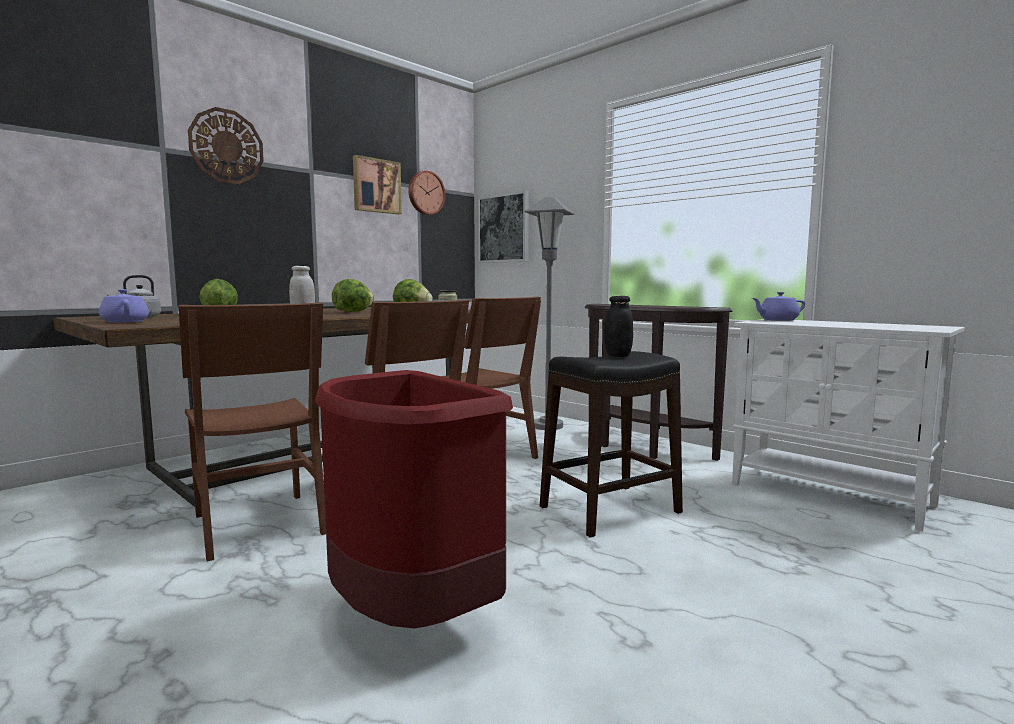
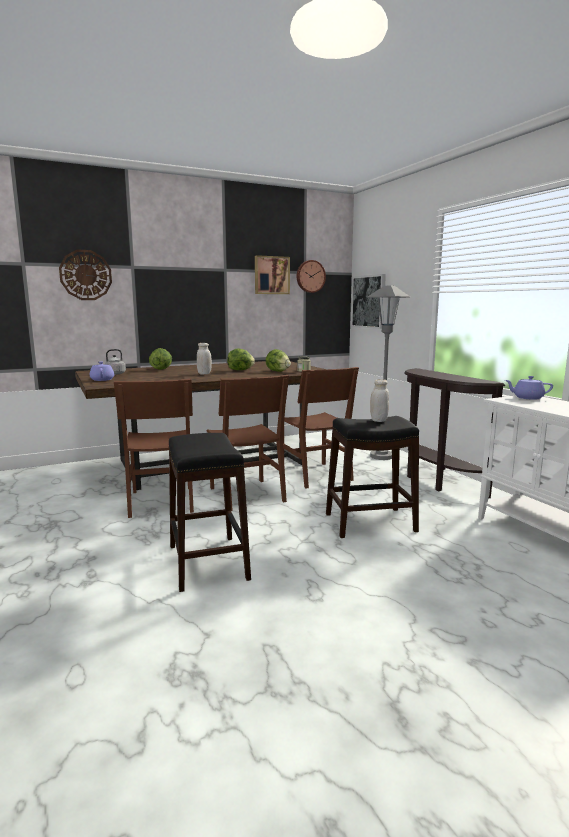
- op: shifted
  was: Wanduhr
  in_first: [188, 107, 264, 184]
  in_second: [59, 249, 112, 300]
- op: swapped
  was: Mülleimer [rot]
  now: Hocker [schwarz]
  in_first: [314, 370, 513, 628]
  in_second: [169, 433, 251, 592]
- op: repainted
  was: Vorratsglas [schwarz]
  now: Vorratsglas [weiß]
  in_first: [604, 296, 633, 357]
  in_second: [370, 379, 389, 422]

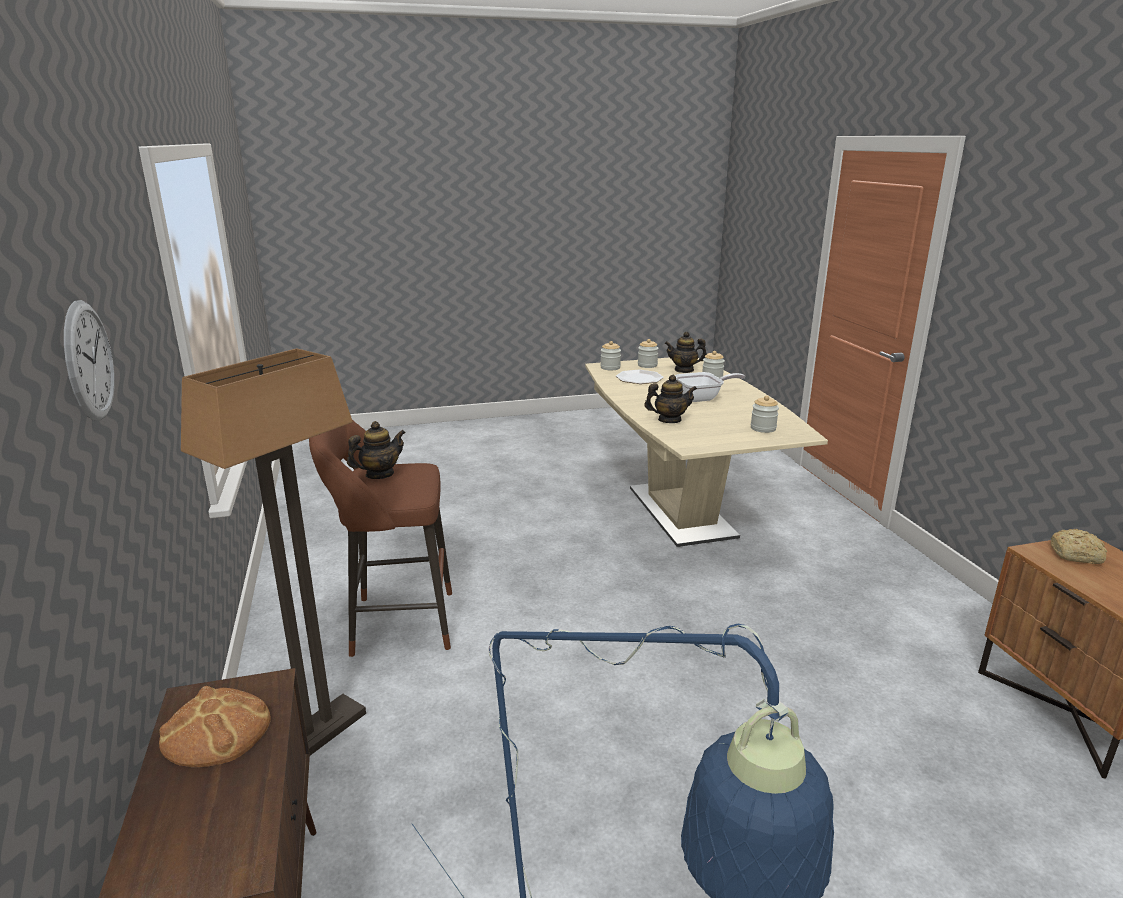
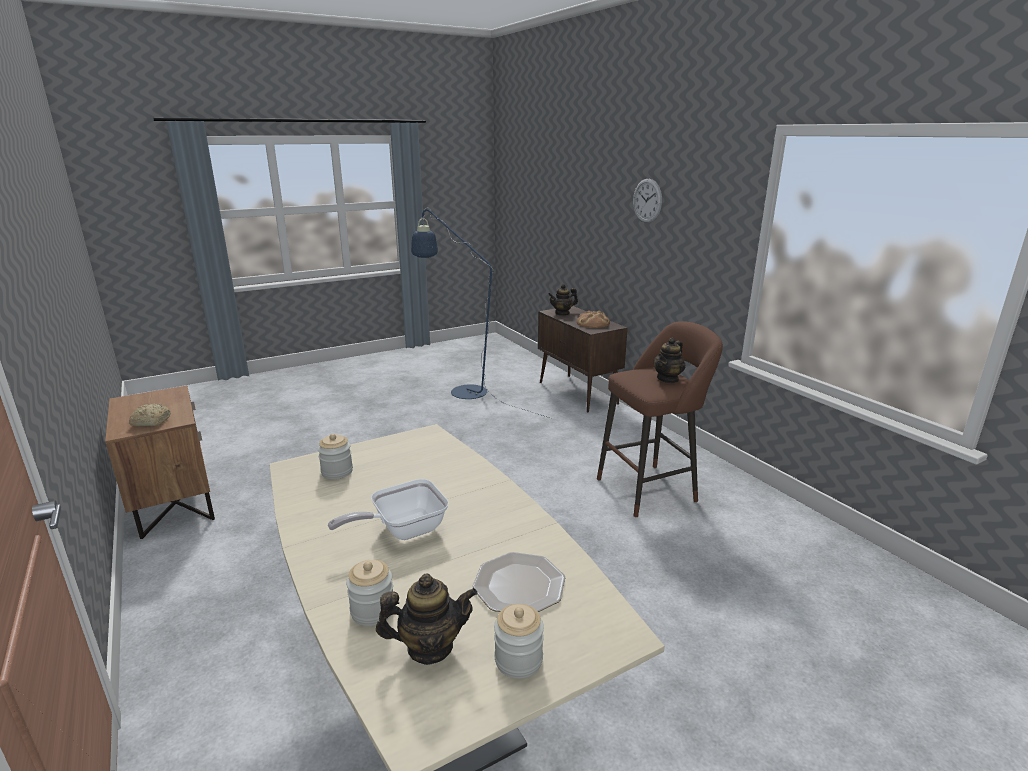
- op: gone
  was: Stehlampe
  in_first: [181, 348, 366, 755]
- op: gone
  was: Vorratsglas
  in_first: [600, 341, 621, 370]
- op: shifted
  was: Teekanne
  in_first: [644, 375, 697, 423]
  in_second: [548, 284, 578, 316]

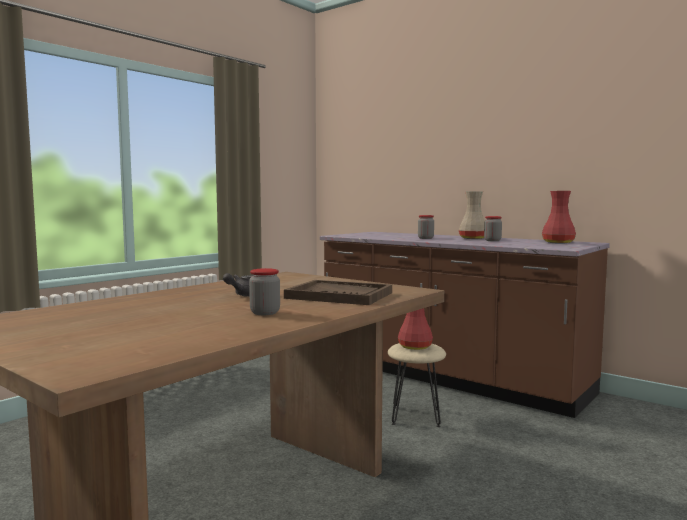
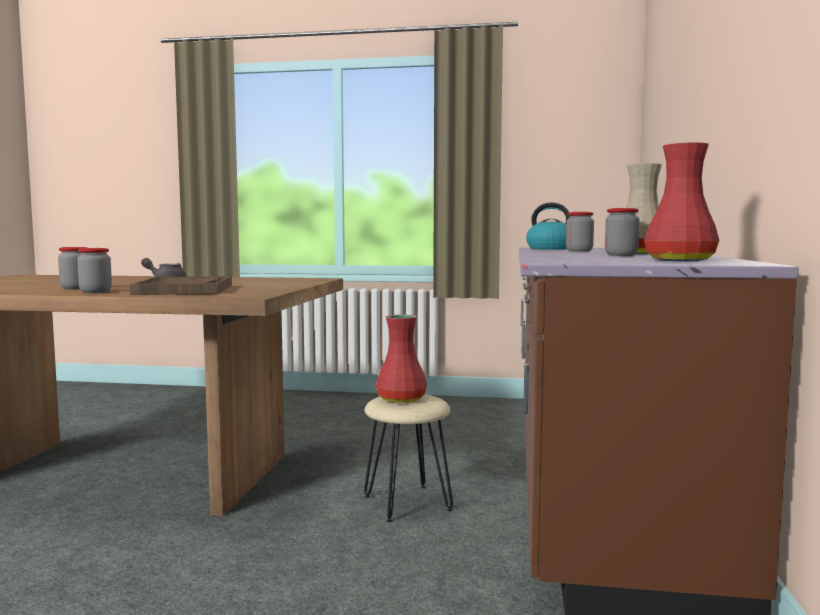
- op: new
  now: Vorratsglas
  in_second: [77, 248, 112, 293]
- op: new
  now: Wasserkessel
  in_second: [526, 203, 570, 250]

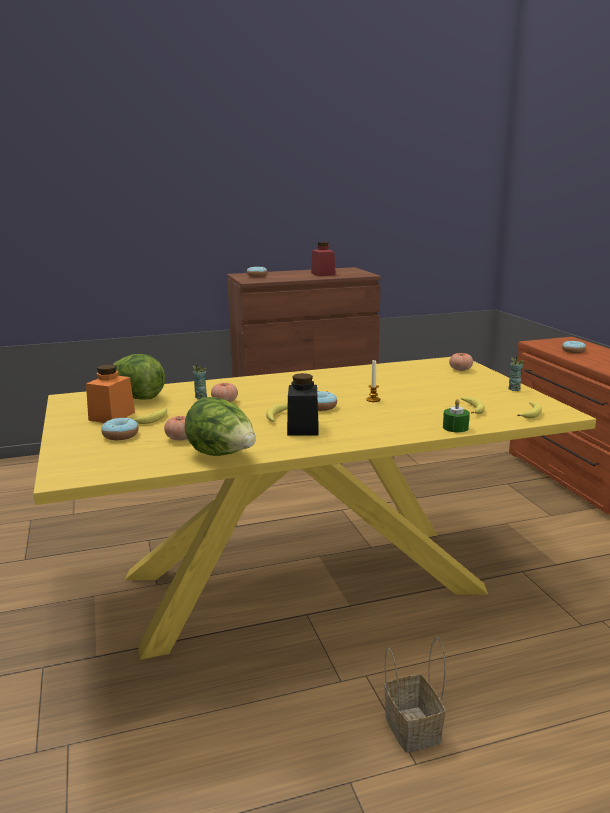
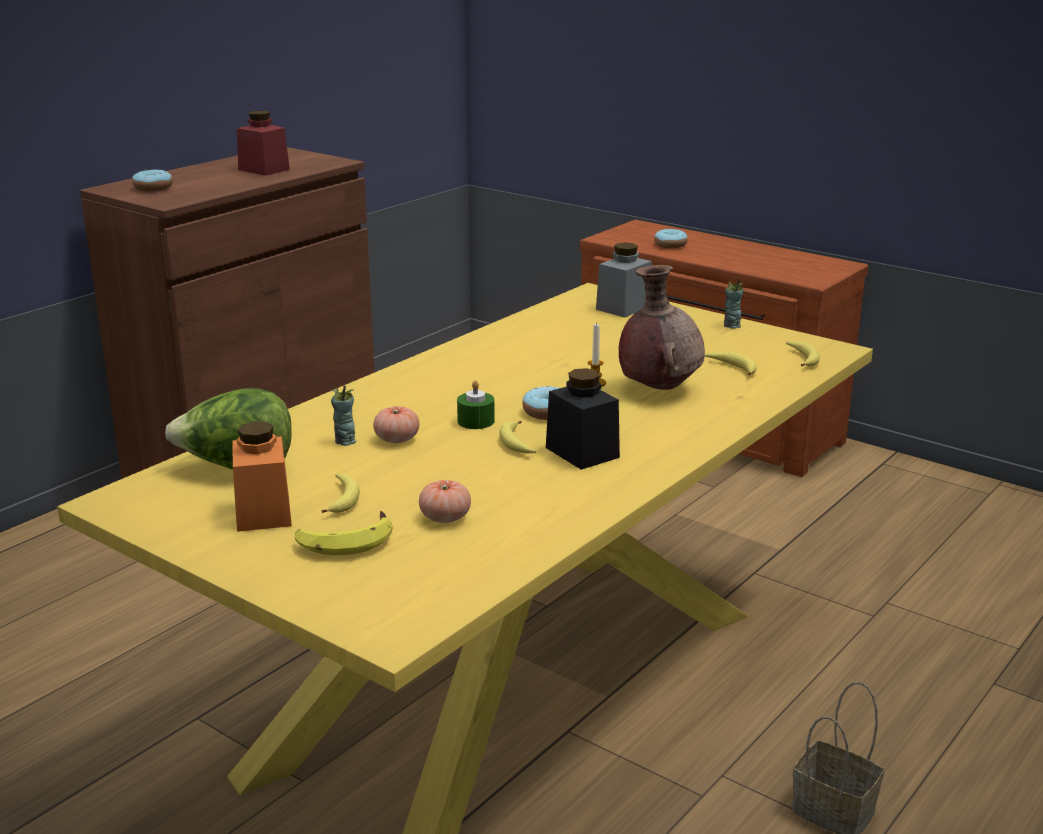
- op: gone
  was: Salatkopf
  in_first: [185, 397, 256, 456]
- op: new
  now: Vase [braun]
  in_second: [619, 265, 705, 390]
- op: shifted
  was: Kerze [grün]
  in_first: [443, 399, 470, 432]
  in_second: [457, 380, 495, 429]
- op: swapped
  was: Donut
  now: Banane
  in_first: [101, 418, 139, 440]
  in_second: [295, 511, 392, 555]
- op: swapped
  was: Tomate
  now: Vorratsglas [grau]
  in_first: [449, 353, 473, 371]
  in_second: [596, 242, 652, 318]

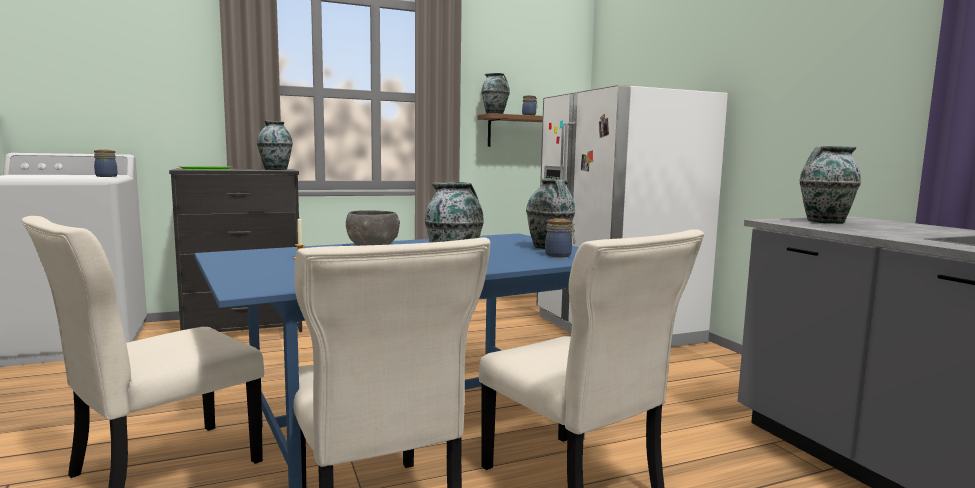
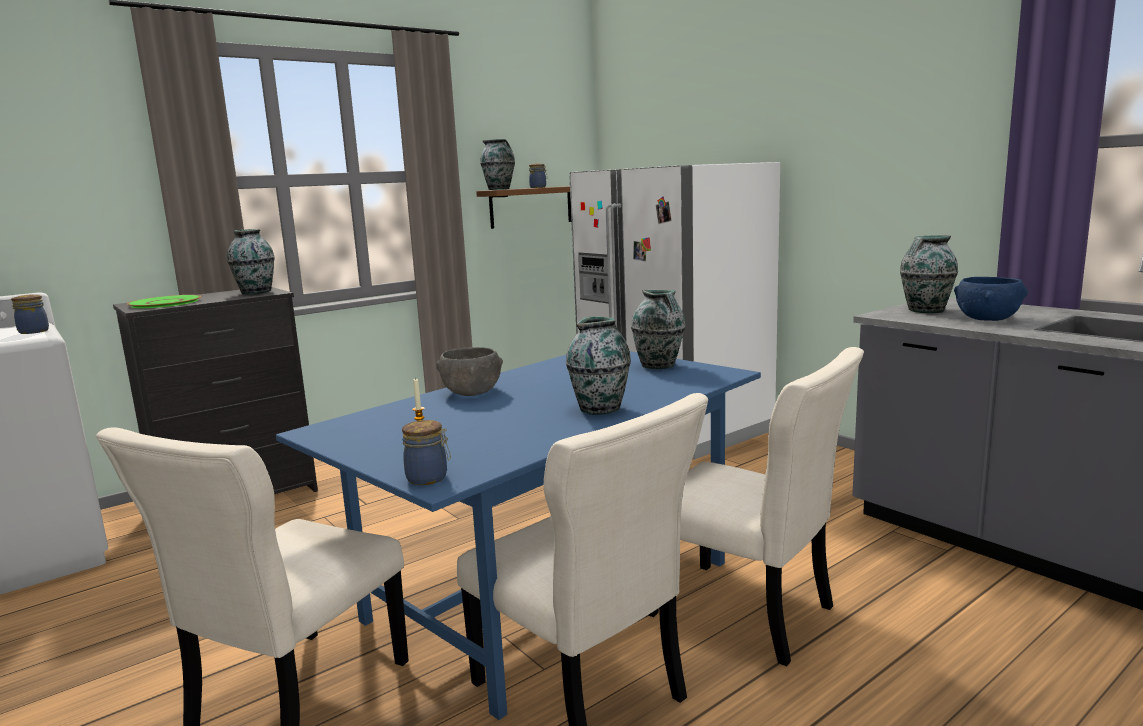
- op: new
  now: Schüssel [blau]
  in_second: [954, 277, 1028, 321]
- op: shifted
  was: Vorratsglas
  in_first: [545, 218, 575, 258]
  in_second: [402, 420, 451, 485]

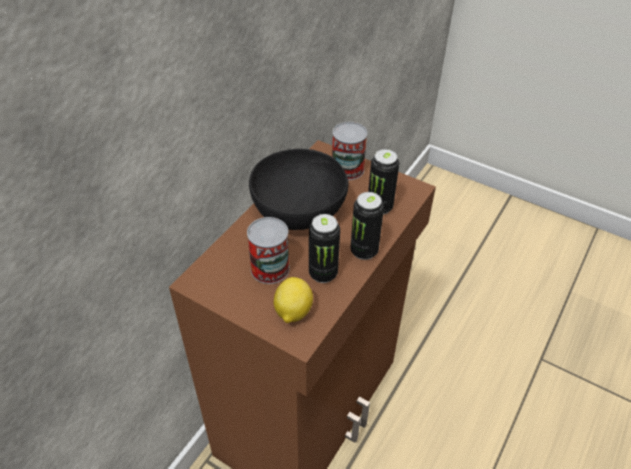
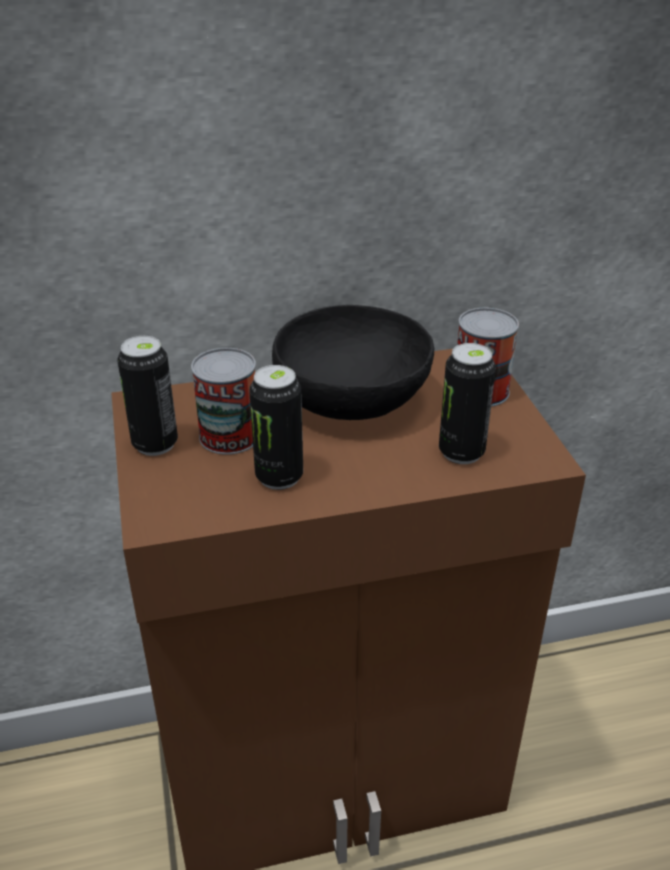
- op: gone
  was: Zitrone
  in_first: [274, 277, 313, 323]
- op: shifted
  was: Dose
  in_first: [350, 192, 384, 260]
  in_second: [117, 336, 178, 456]

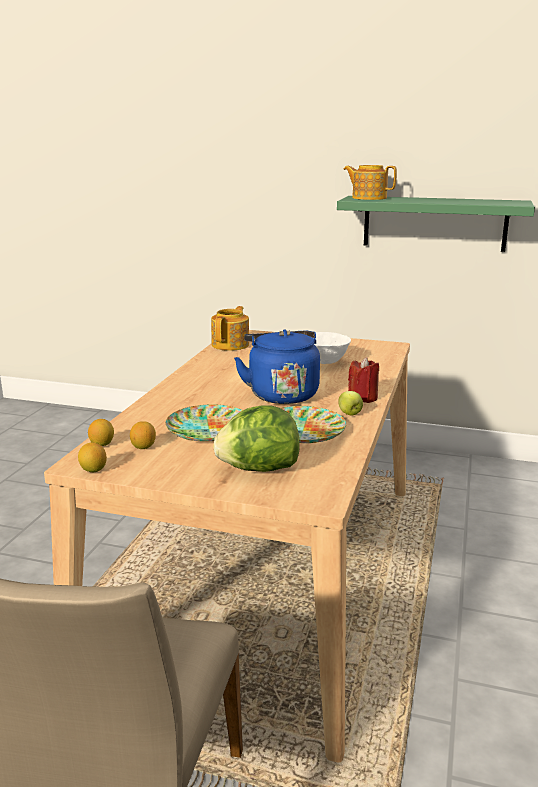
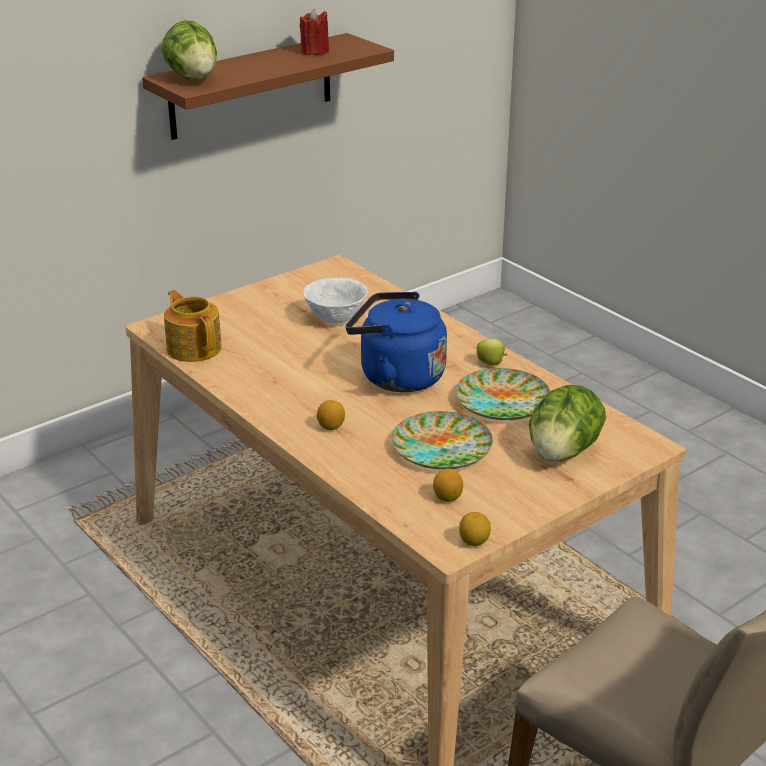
- op: shifted
  was: Zitrone
  in_first: [88, 419, 114, 446]
  in_second: [317, 400, 345, 430]
- op: shifted
  was: Kerze [rot]
  in_first: [348, 357, 379, 403]
  in_second: [300, 9, 329, 55]
- op: swapped
  was: Teekanne
  now: Salatkopf
  in_first: [343, 165, 397, 200]
  in_second: [161, 20, 217, 81]
- op: repainted
  was: Wandregal [grün]
  now: Wandregal [braun]
  in_first: [337, 196, 535, 252]
  in_second: [142, 33, 394, 140]

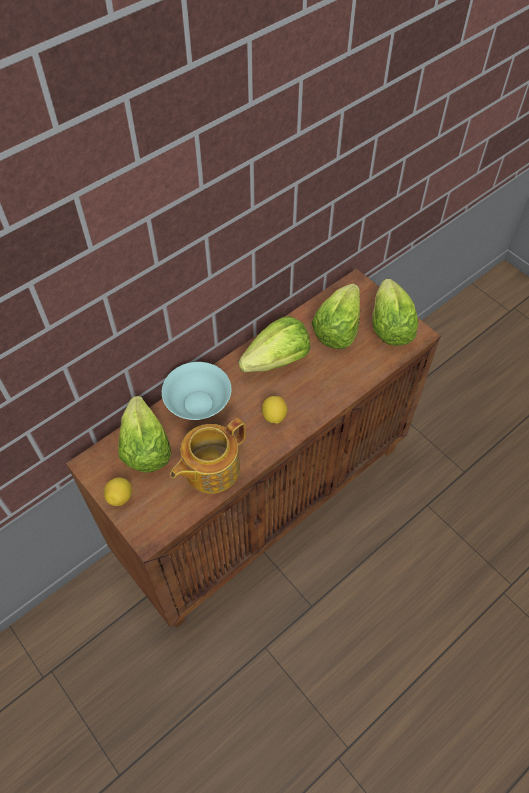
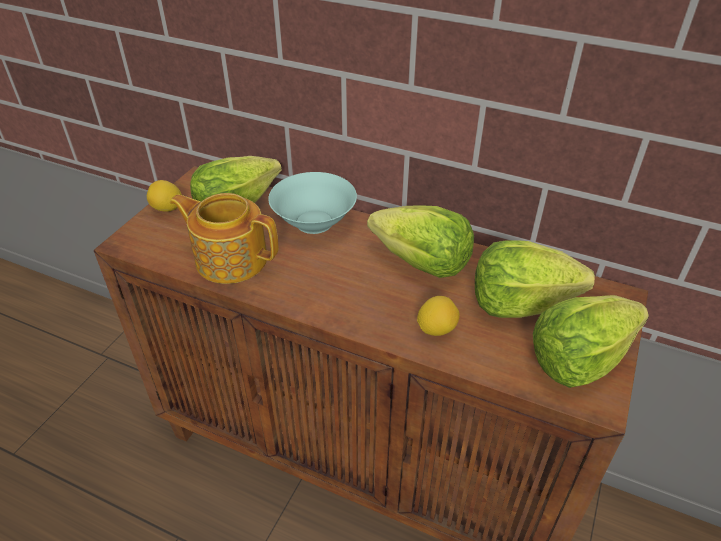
- op: shifted
  was: Zitrone
  in_first: [262, 396, 287, 424]
  in_second: [417, 296, 460, 336]

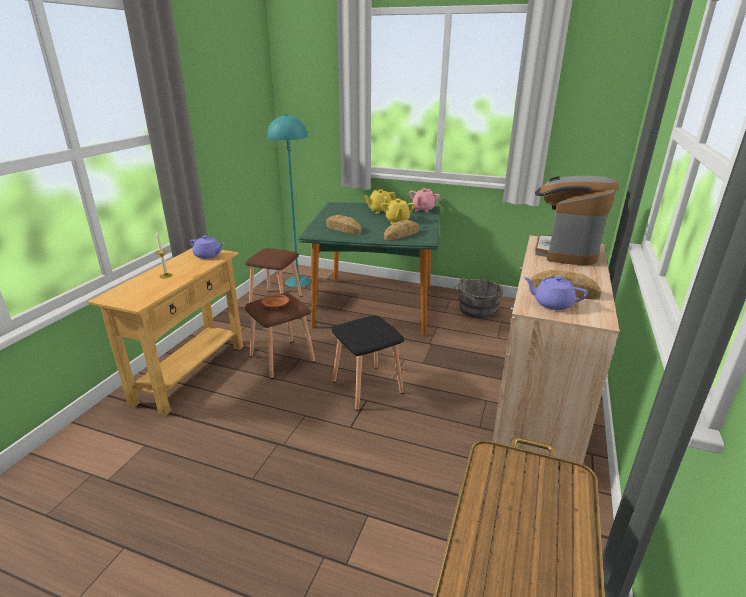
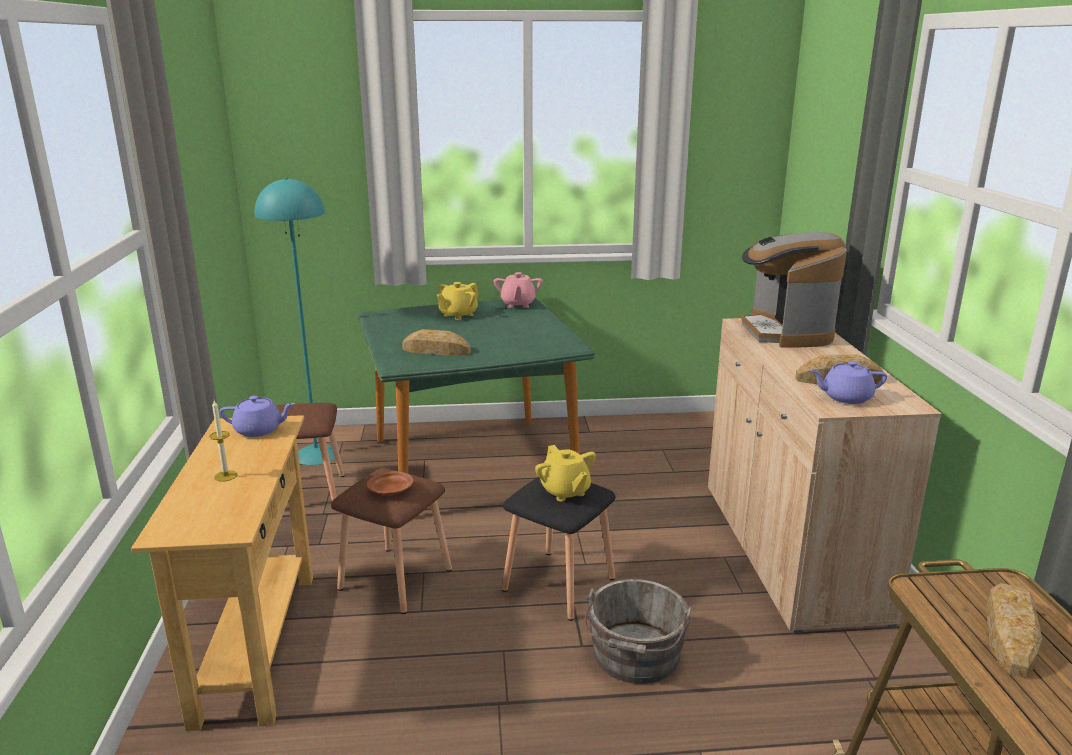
- op: shifted
  was: Teekanne [gelb]
  in_first: [381, 199, 415, 224]
  in_second: [535, 445, 596, 501]
- op: shifted
  was: Brot
  in_first: [384, 220, 419, 240]
  in_second: [986, 583, 1042, 678]
- op: shifted
  was: Eimer [grau]
  in_first: [454, 277, 503, 318]
  in_second: [585, 579, 691, 684]

